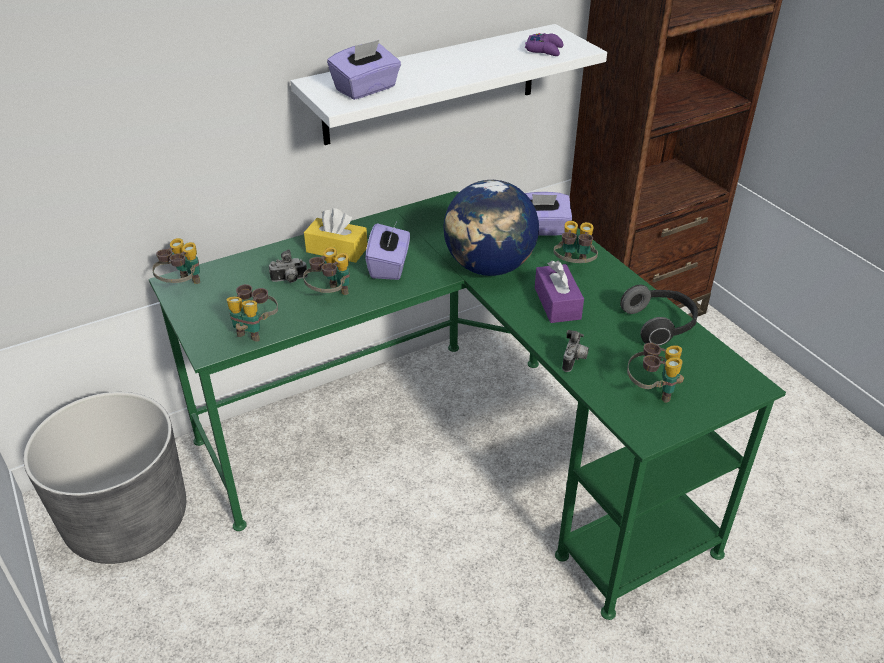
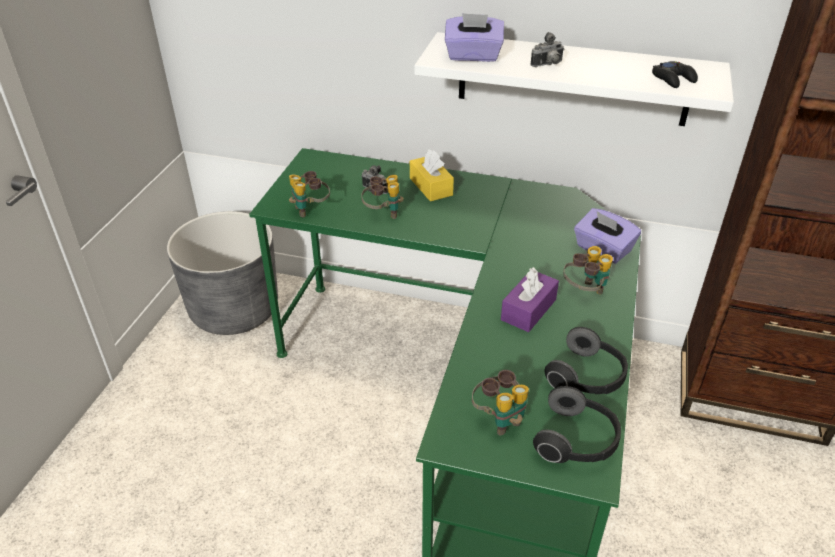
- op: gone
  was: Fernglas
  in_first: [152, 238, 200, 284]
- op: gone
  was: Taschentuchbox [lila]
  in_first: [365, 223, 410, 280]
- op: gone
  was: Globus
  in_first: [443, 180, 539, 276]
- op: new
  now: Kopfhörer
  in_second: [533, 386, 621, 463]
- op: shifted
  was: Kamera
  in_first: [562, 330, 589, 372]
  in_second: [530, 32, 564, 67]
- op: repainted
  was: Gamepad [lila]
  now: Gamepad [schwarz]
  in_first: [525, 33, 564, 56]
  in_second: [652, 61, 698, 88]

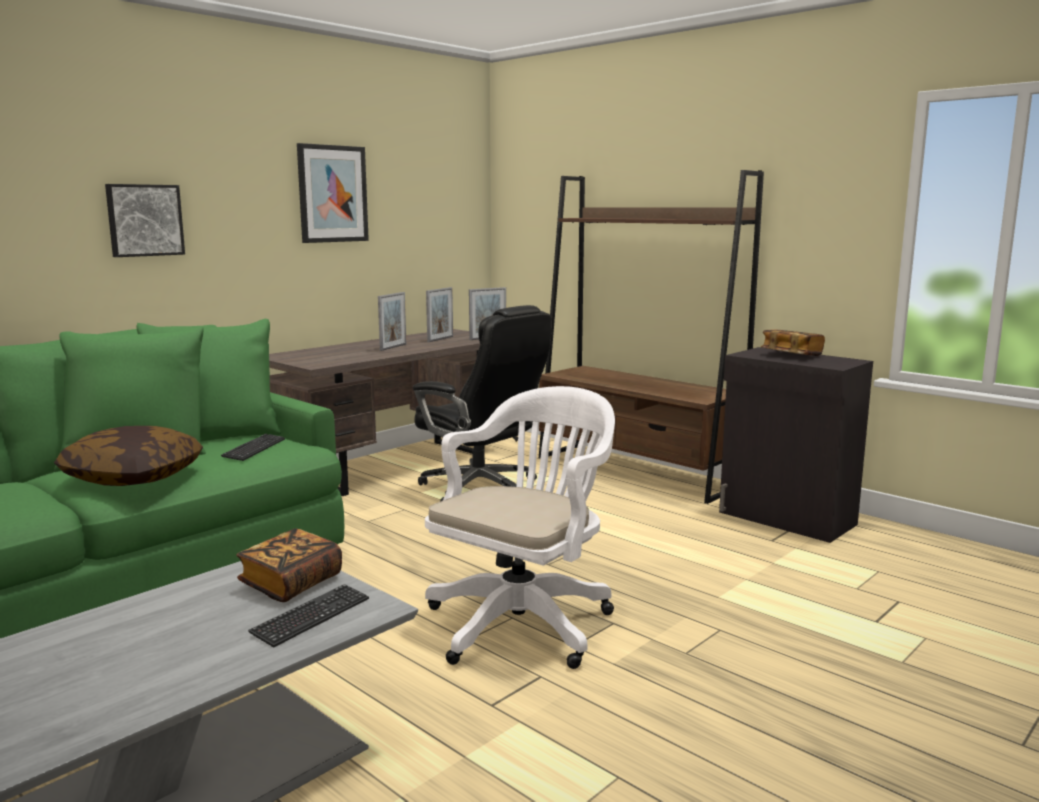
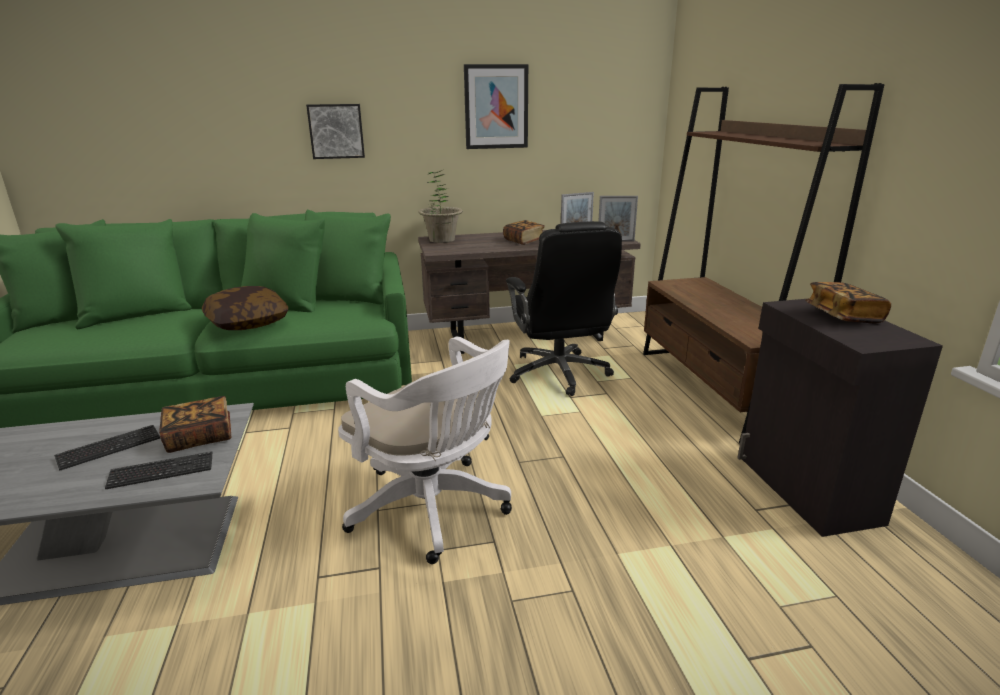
- op: new
  now: Topfpflanze
  in_second: [419, 169, 463, 243]
- op: shifted
  was: Tastatur
  in_first: [221, 434, 285, 461]
  in_second: [54, 425, 160, 471]
- op: swapped
  was: Bilderrahmen
  now: Buch
  in_first: [378, 292, 406, 351]
  in_second: [503, 220, 545, 245]
- op: rotated
  was: Bürostuhl [weiß]
  in_first: [425, 386, 615, 669]
  in_second: [338, 336, 512, 564]
  clockwise: 60

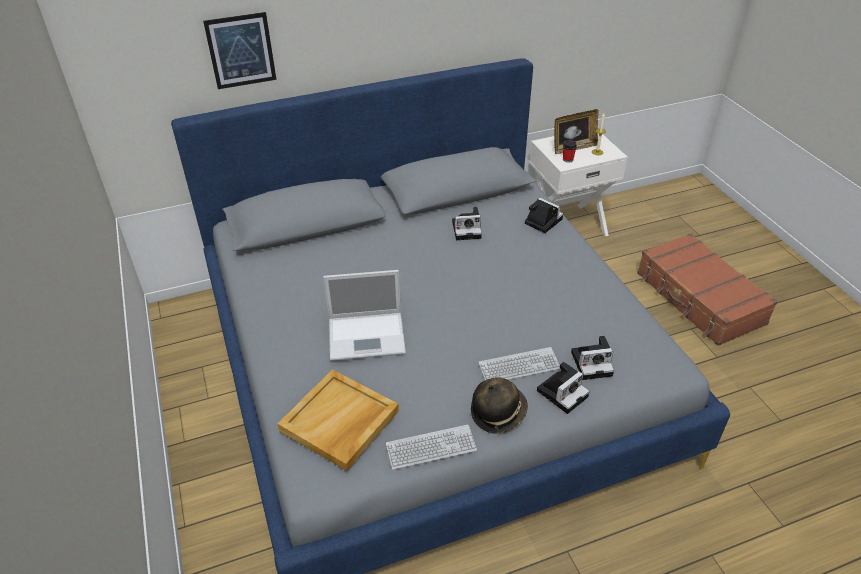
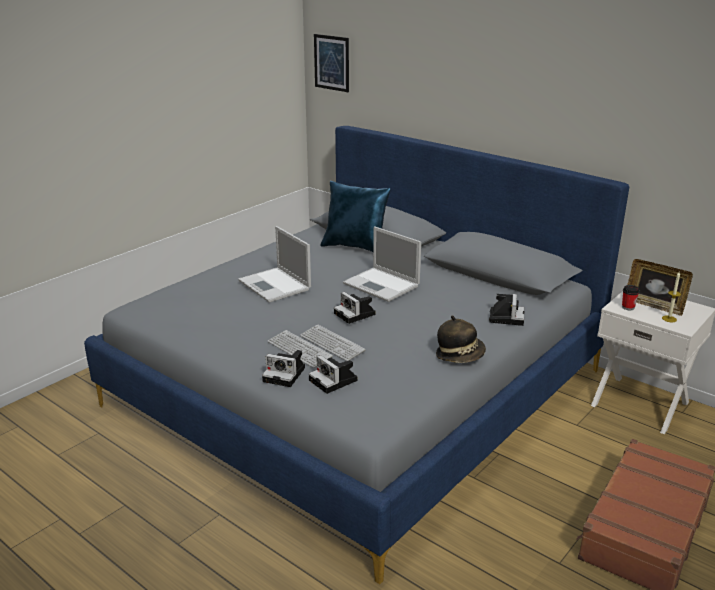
- op: gone
  was: Tablett [beige]
  in_first: [278, 369, 399, 471]
- op: new
  now: Kissen [blau]
  in_second: [320, 181, 391, 252]
- op: new
  now: Laptop
  in_second: [343, 226, 421, 302]
- op: shifted
  was: Bild
  in_first: [203, 12, 276, 89]
  in_second: [314, 34, 349, 92]
- op: shifted
  was: Tastatur
  in_first: [386, 425, 477, 470]
  in_second: [300, 325, 366, 361]
- op: shifted
  was: Kamera
  in_first: [452, 207, 482, 240]
  in_second: [334, 292, 376, 324]
- op: shifted
  was: Hut
  in_first: [471, 378, 528, 434]
  in_second: [436, 315, 486, 363]

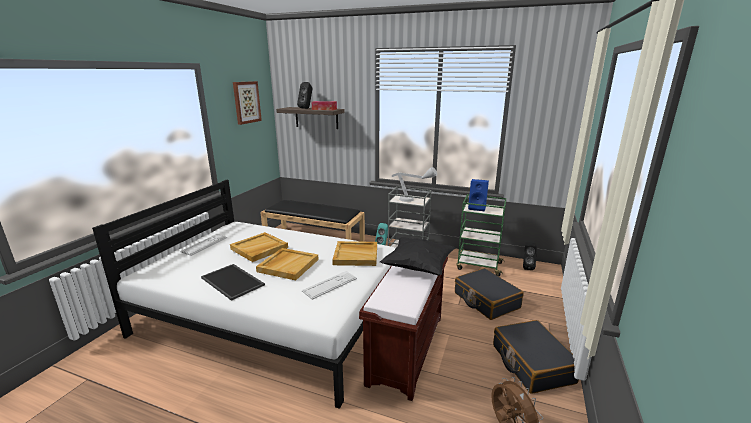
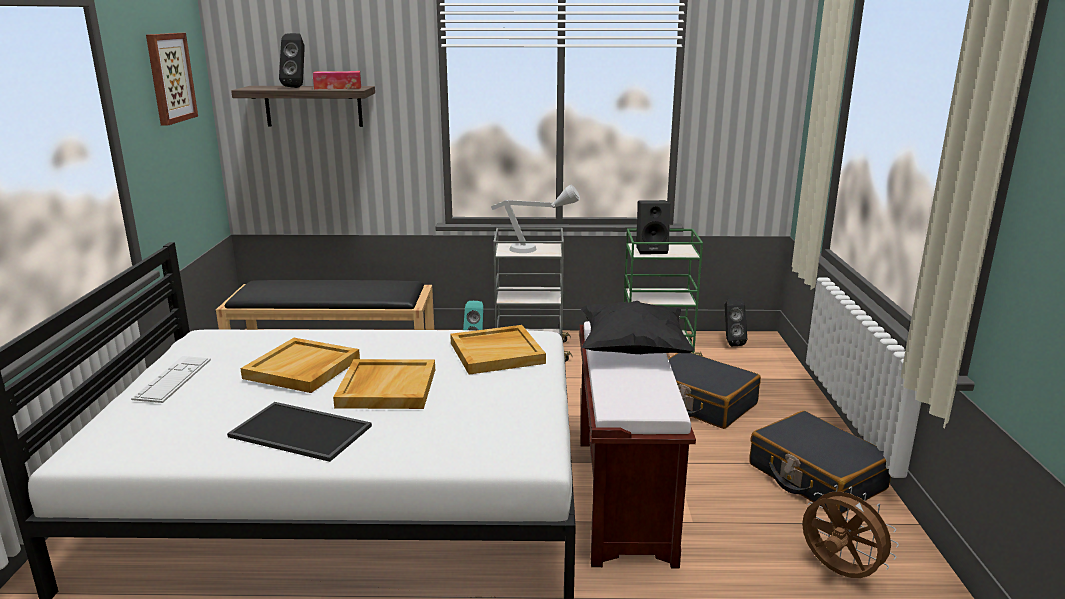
- op: gone
  was: Tastatur
  in_first: [302, 271, 357, 300]
- op: repainted
  was: Lautsprecher [blau]
  now: Lautsprecher [schwarz]
  in_first: [468, 179, 489, 211]
  in_second: [636, 200, 670, 254]

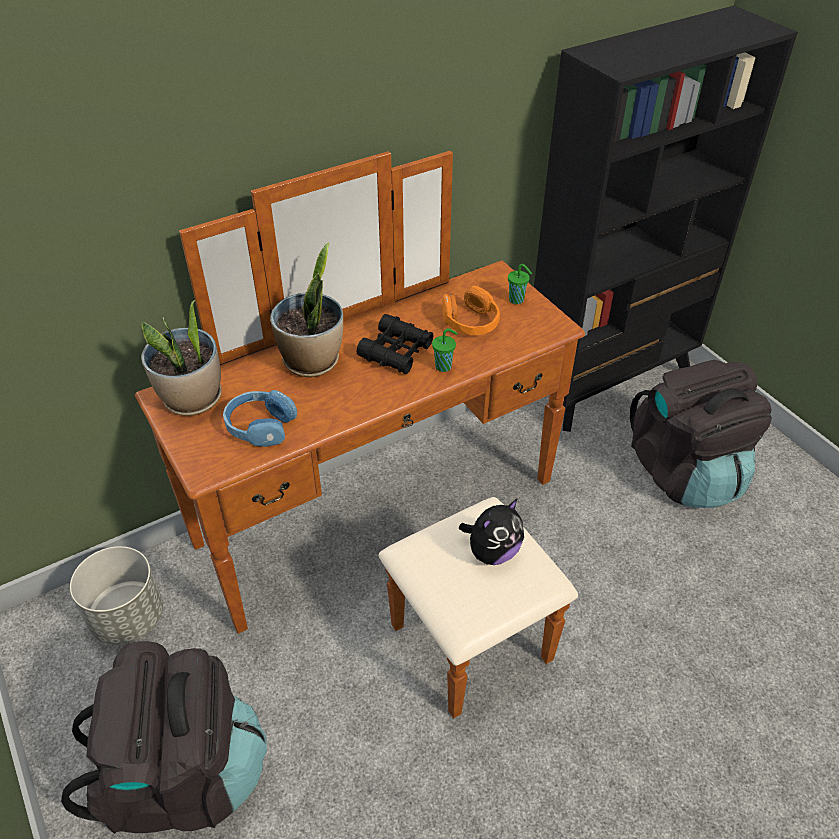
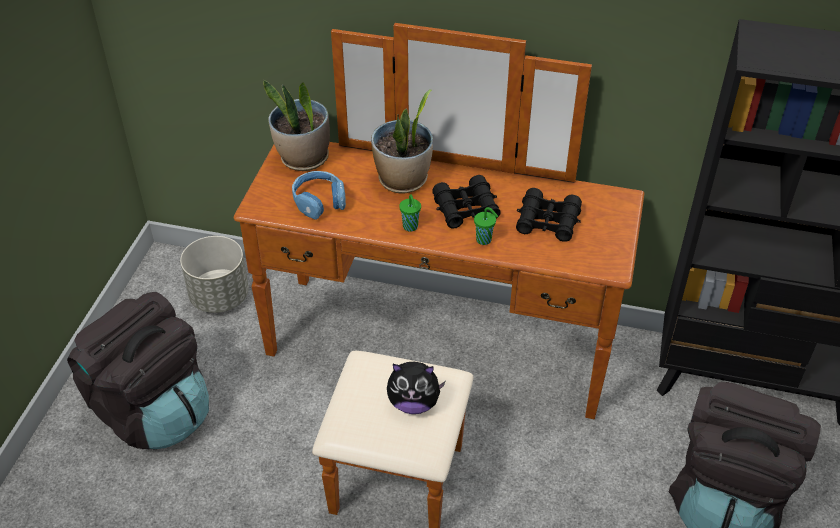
- op: shifted
  was: Tasse [grün]
  in_first: [508, 264, 532, 304]
  in_second: [399, 194, 421, 232]
- op: swapped
  was: Kopfhörer [orange]
  now: Fernglas [schwarz]
  in_first: [442, 286, 500, 335]
  in_second: [516, 188, 582, 242]

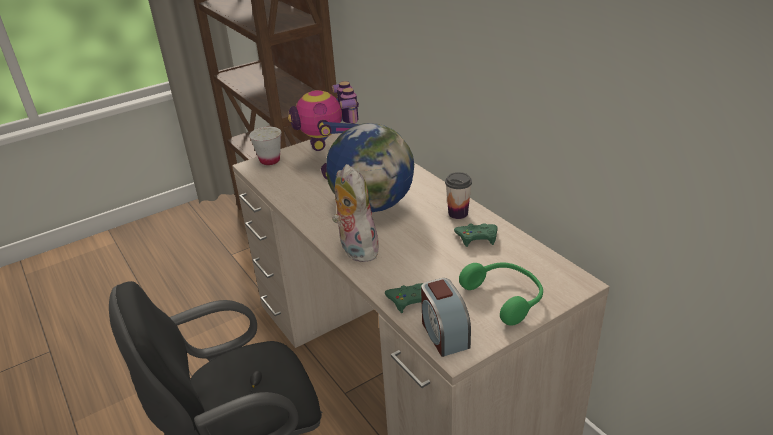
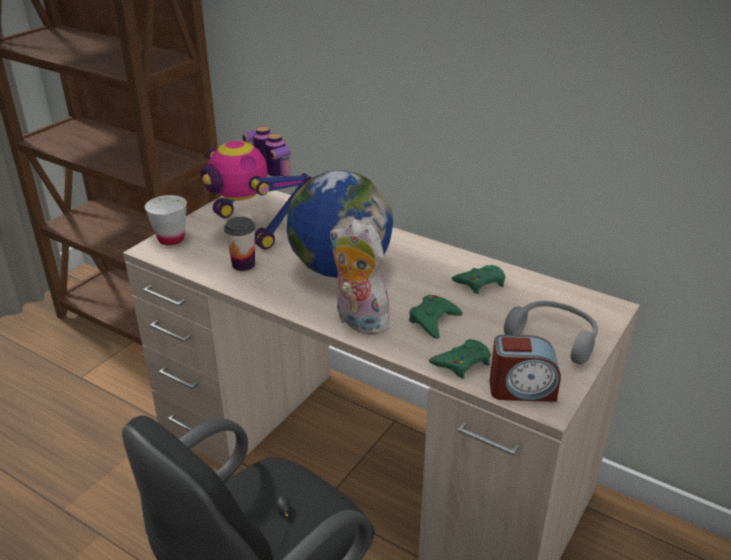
- op: new
  now: Gamepad [grün]
  in_second: [409, 295, 463, 339]
- op: shifted
  was: Tasse
  in_first: [445, 172, 472, 219]
  in_second: [224, 217, 255, 271]
- op: repainted
  was: Kopfhörer [grün]
  now: Kopfhörer [grau]
  in_first: [459, 262, 543, 326]
  in_second: [504, 301, 598, 364]
- op: rotated
  was: Wecker
  in_first: [421, 278, 471, 357]
  in_second: [490, 335, 561, 402]
  clockwise: -45

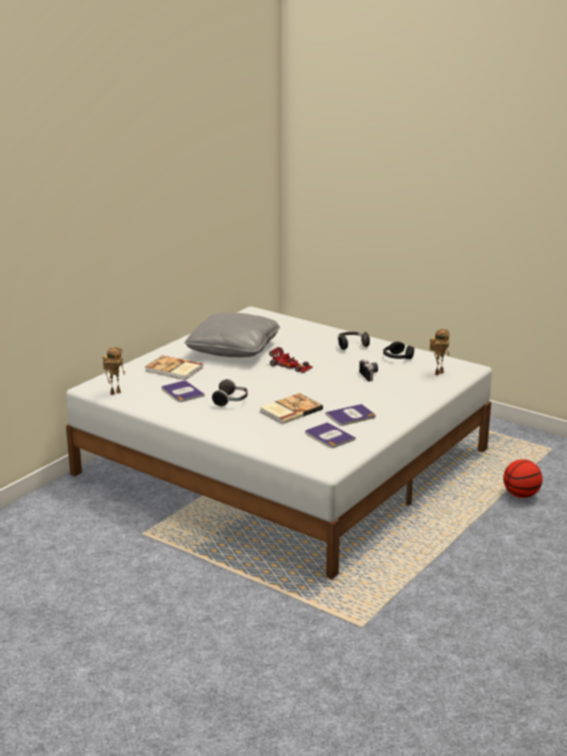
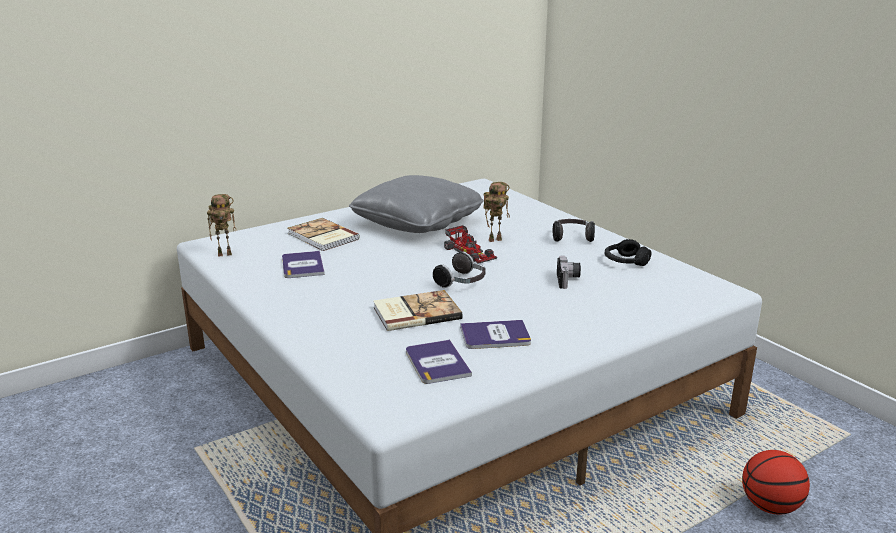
- op: shifted
  was: Kopfhörer
  in_first: [212, 379, 248, 407]
  in_second: [433, 251, 486, 288]
- op: shifted
  was: Spielzeugroboter
  in_first: [429, 329, 450, 375]
  in_second: [483, 182, 510, 242]

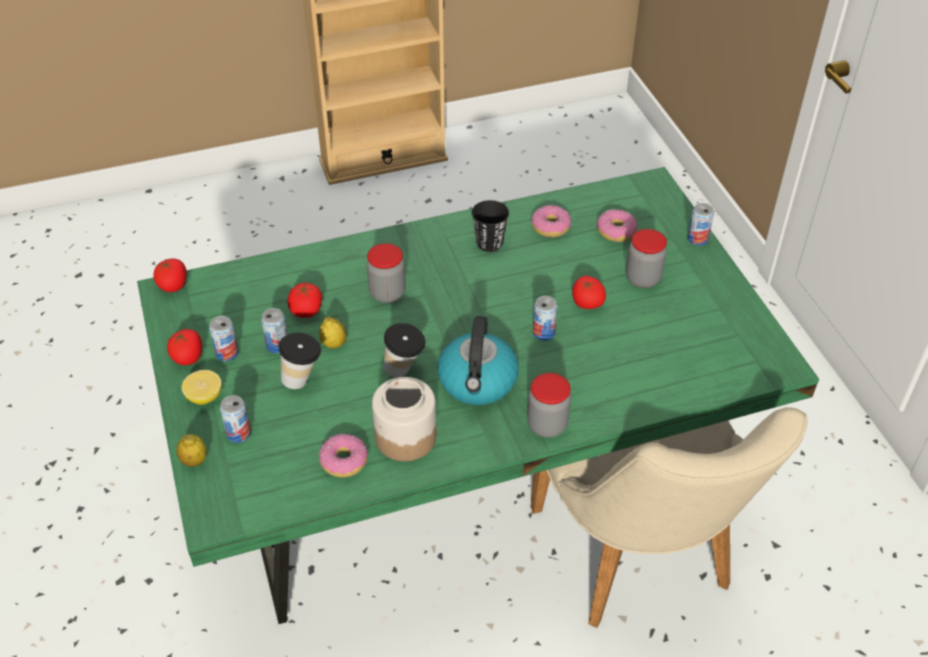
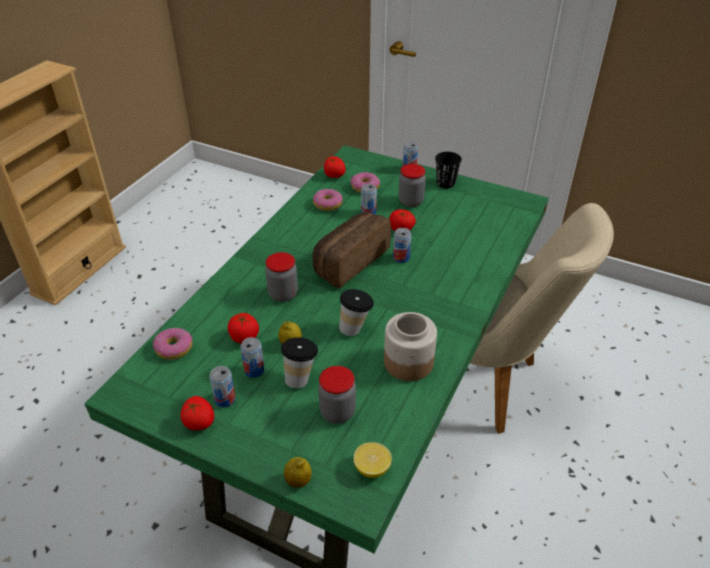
- op: gone
  was: Wasserkessel
  in_first: [437, 316, 519, 405]
- op: new
  now: Brot
  in_second: [312, 212, 391, 288]
- op: shifted
  was: Tomate
  in_first: [153, 258, 187, 292]
  in_second: [324, 156, 346, 178]
- op: shifted
  was: Zitrone
  in_first: [182, 370, 222, 405]
  in_second: [353, 442, 392, 478]
- op: shifted
  was: Dose
  in_first: [220, 395, 251, 443]
  in_second: [361, 184, 377, 214]
- op: shifted
  was: Donut
  in_first: [319, 434, 368, 477]
  in_second: [153, 328, 193, 360]
- op: shifted
  was: Tasse [schwarz]
  in_first: [472, 200, 509, 252]
  in_second: [435, 152, 462, 188]
- op: shifted
  was: Vorratsglas
  in_first: [527, 373, 571, 438]
  in_second: [318, 366, 356, 424]

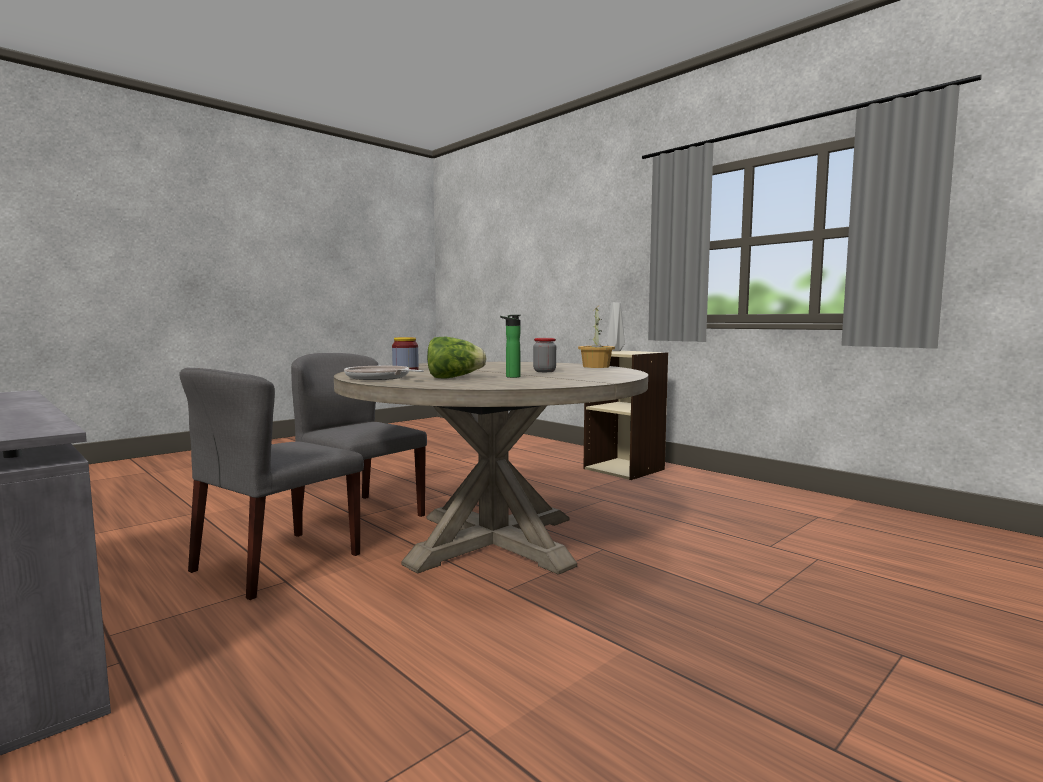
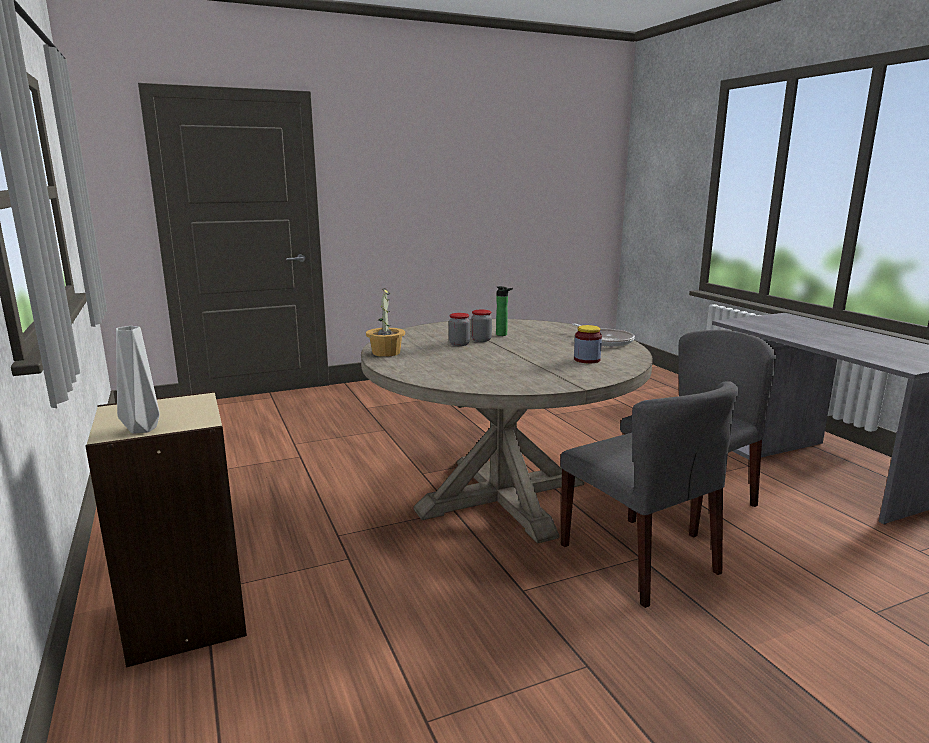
- op: gone
  was: Salatkopf
  in_first: [427, 337, 487, 378]
- op: new
  now: Vorratsglas
  in_second: [471, 310, 492, 342]

